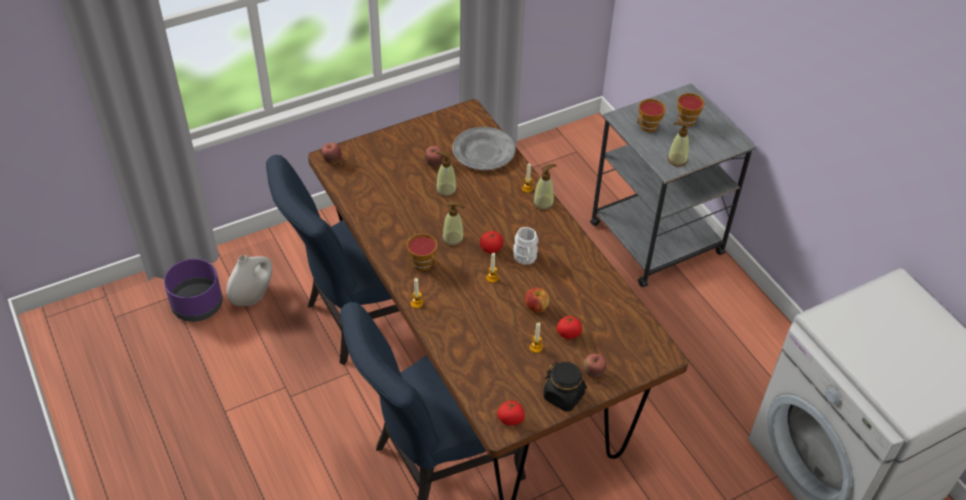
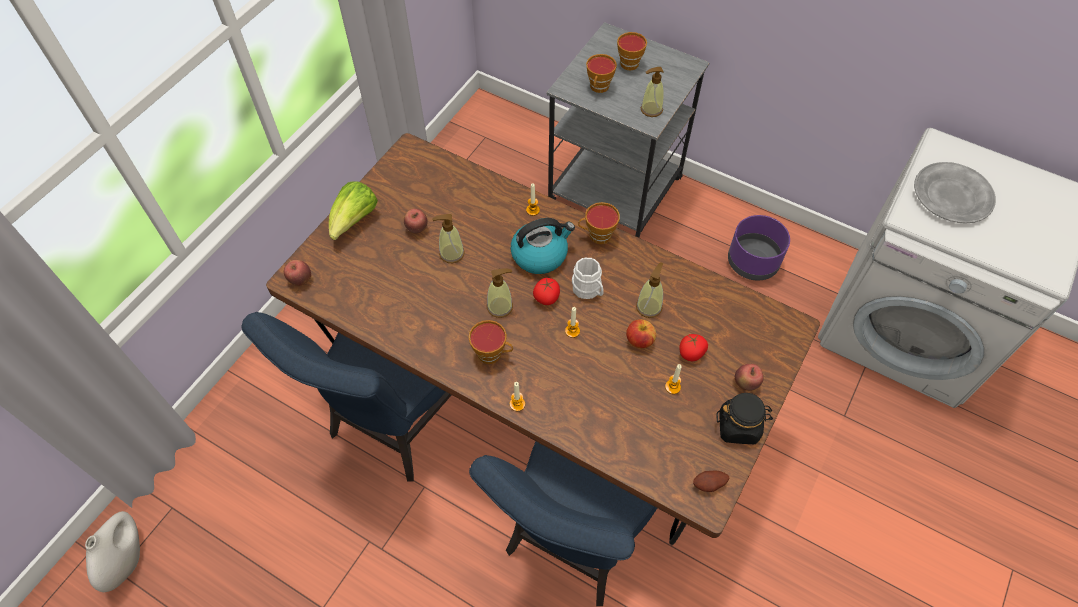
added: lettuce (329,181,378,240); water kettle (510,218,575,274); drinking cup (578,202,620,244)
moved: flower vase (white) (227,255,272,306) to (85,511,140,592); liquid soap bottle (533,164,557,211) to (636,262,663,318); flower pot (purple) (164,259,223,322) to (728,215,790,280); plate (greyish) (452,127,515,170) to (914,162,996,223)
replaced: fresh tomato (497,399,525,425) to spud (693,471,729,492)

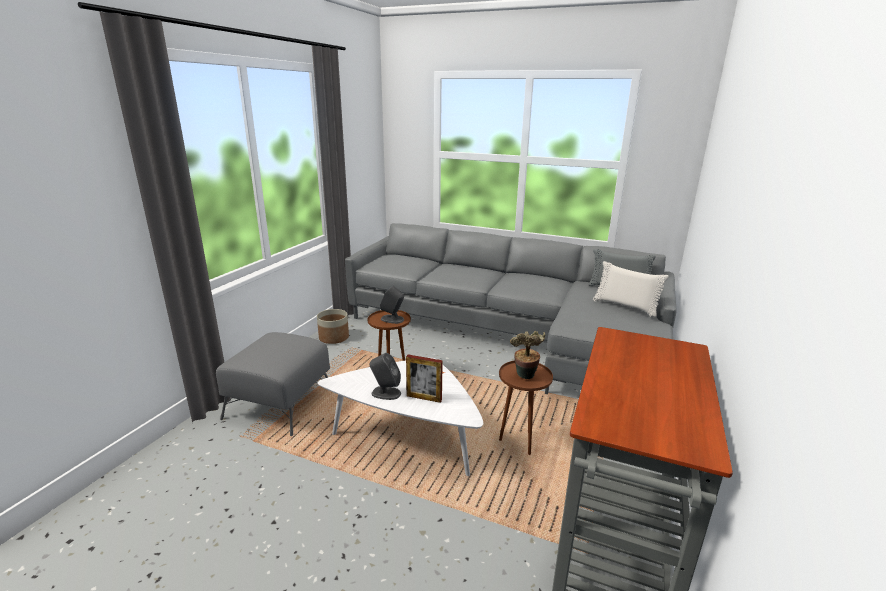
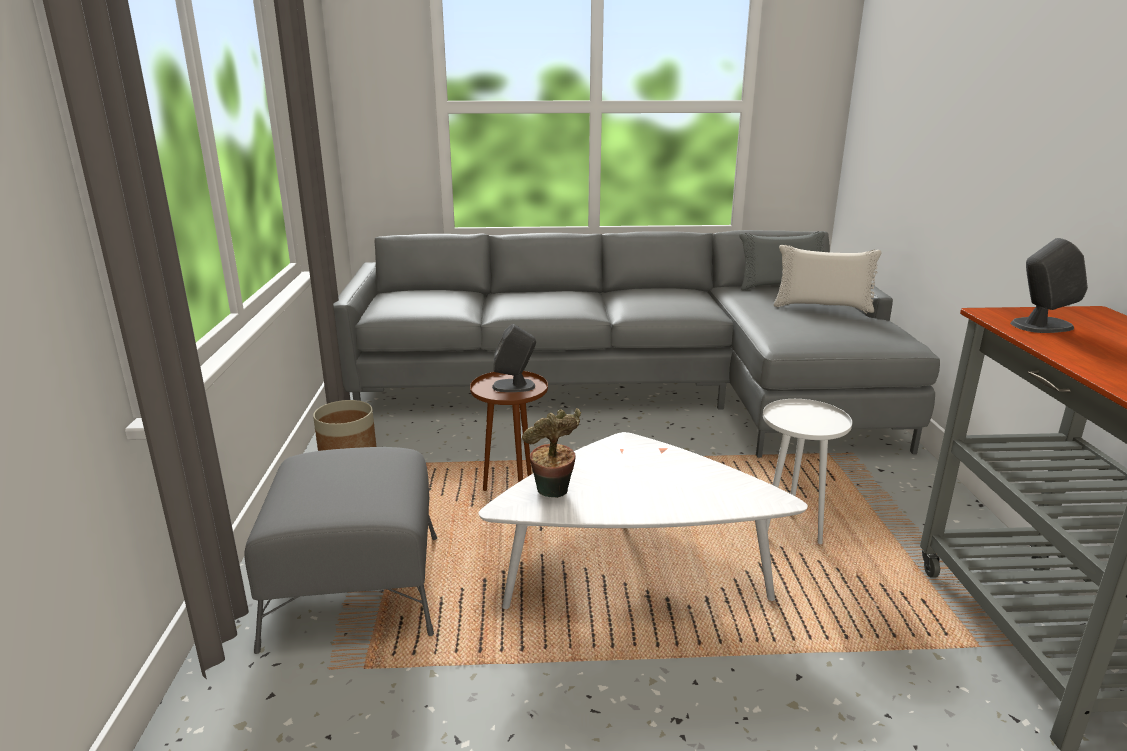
removed: picture frame (406,354,443,403)
moved: potted plant (510,331,546,379) to (522,408,581,498); audio speaker (greyish) (369,353,401,400) to (1010,238,1088,333)
recoloured: side table (brown) (499,361,553,455) to side table (white) (763,399,852,544)

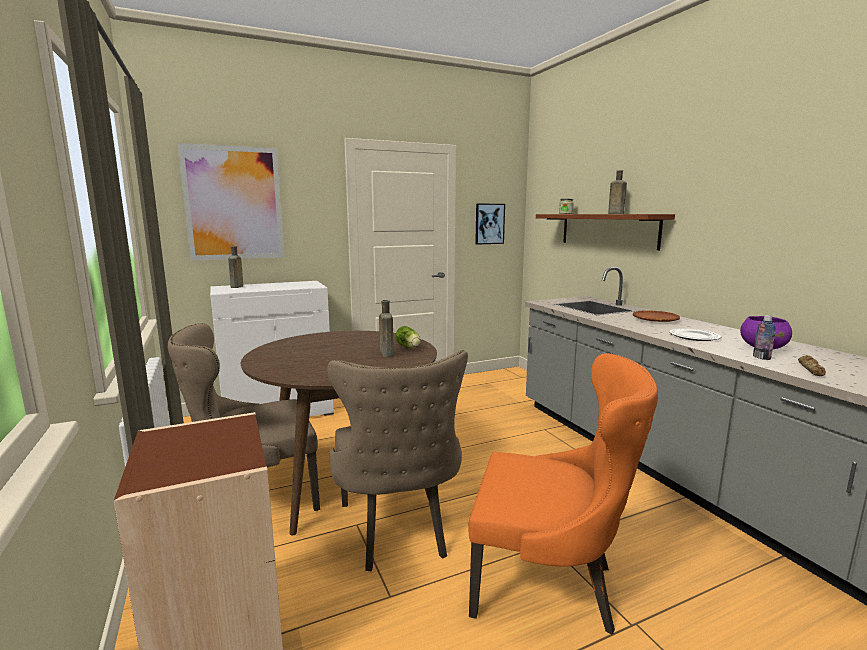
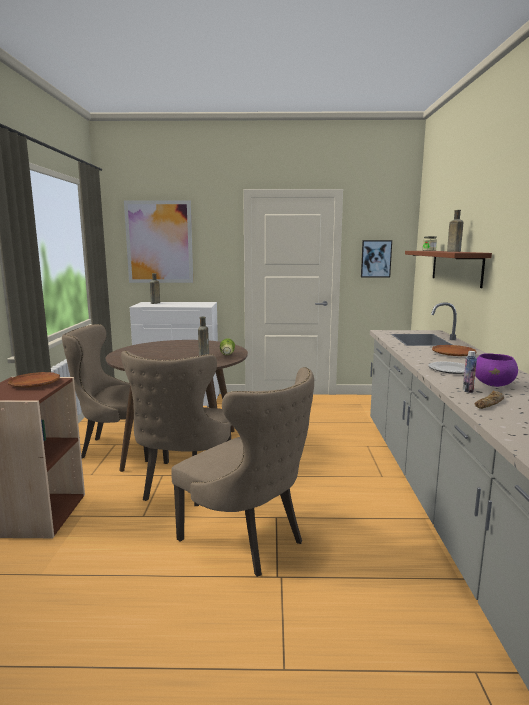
added: plate (brown) (8,372,60,388)
recoloured: upright chair (orangey) (468,353,658,635) to upright chair (beige-coloured) (171,367,314,577)

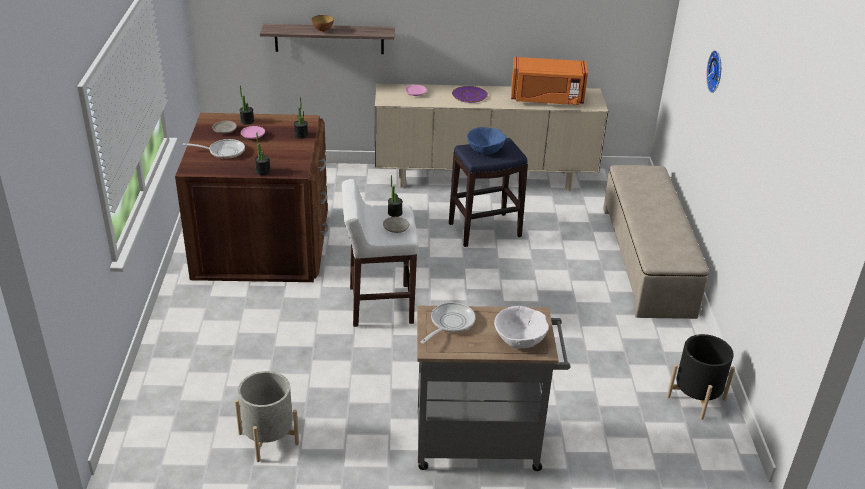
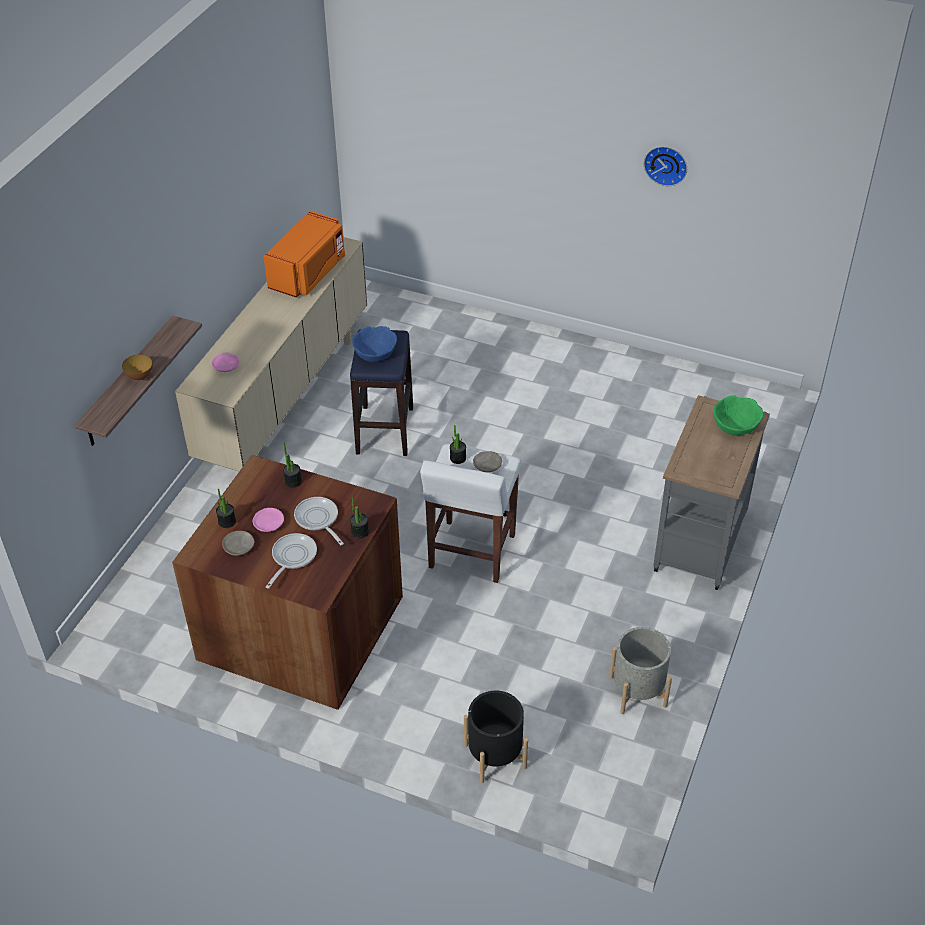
removed: plate (purple) (452,86,488,103); bench (beige-coloured) (603,165,709,319)
moved: frying pan (421,302,476,344) to (294,497,344,545); flower pot (black) (667,334,735,420) to (464,691,528,783); clock on the wall (706,50,721,93) to (644,146,687,186)
recoloured: deep dish (white) (494,306,549,349) to deep dish (greenish) (714,395,763,435)

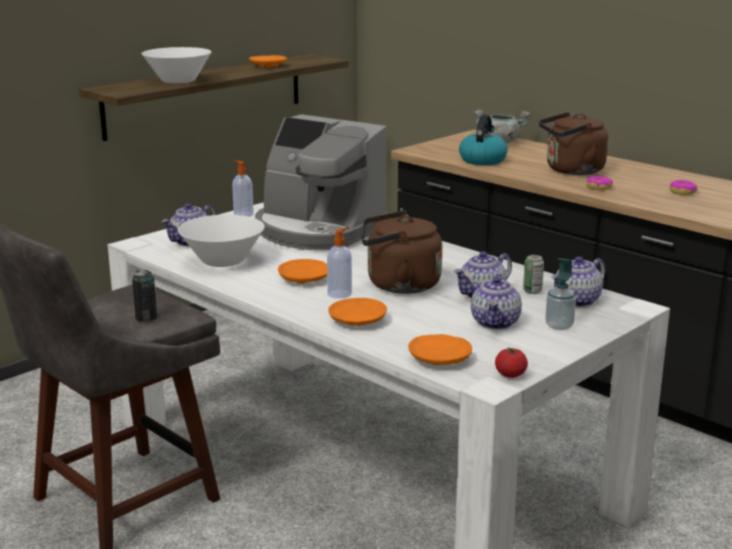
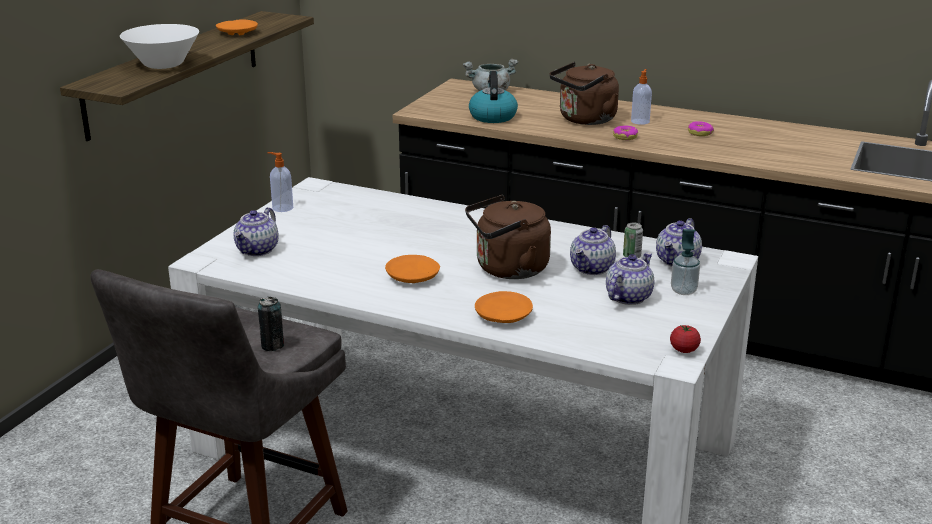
removed: deep dish (white) (178,215,265,267); coffee brewer (255,114,388,250); plate (orangey) (408,334,472,365)
moved: liquid soap bottle (327,227,352,299) to (631,69,652,125)
turned: pot for tea (471,274,522,329) = (606,252,654,305) 135 degrees counterclockwise

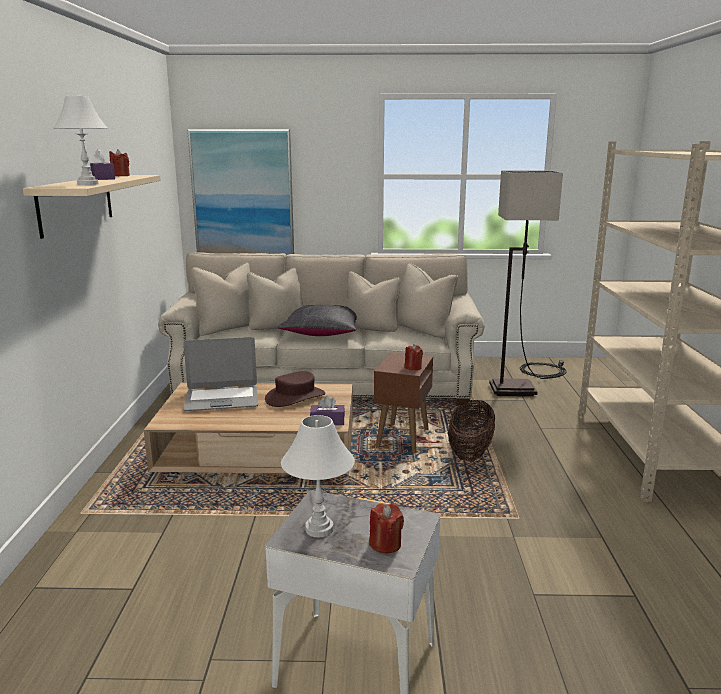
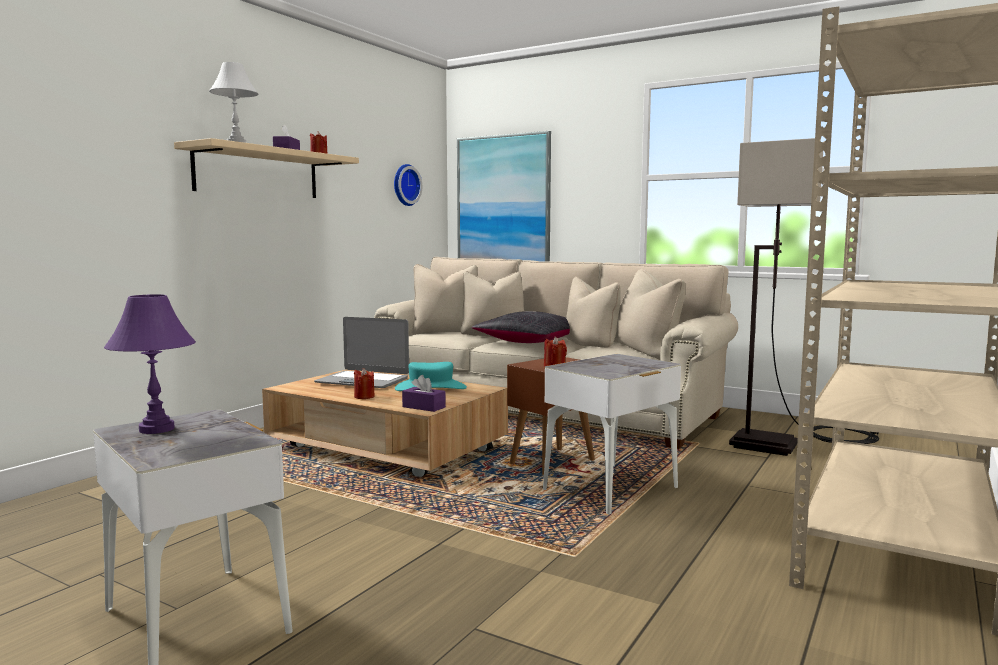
added: clock on the wall (394,164,422,206)
moved: wax light (reddish) (369,503,404,553) to (354,368,375,399)
replaced: storage basket (448,400,495,461) to side table (543,354,681,514)
recoloured: table lamp (white) (281,415,355,538) to table lamp (purple) (104,294,196,434); clothing hat (brown) (265,371,325,407) to clothing hat (turquoise-coloured) (395,362,467,391)

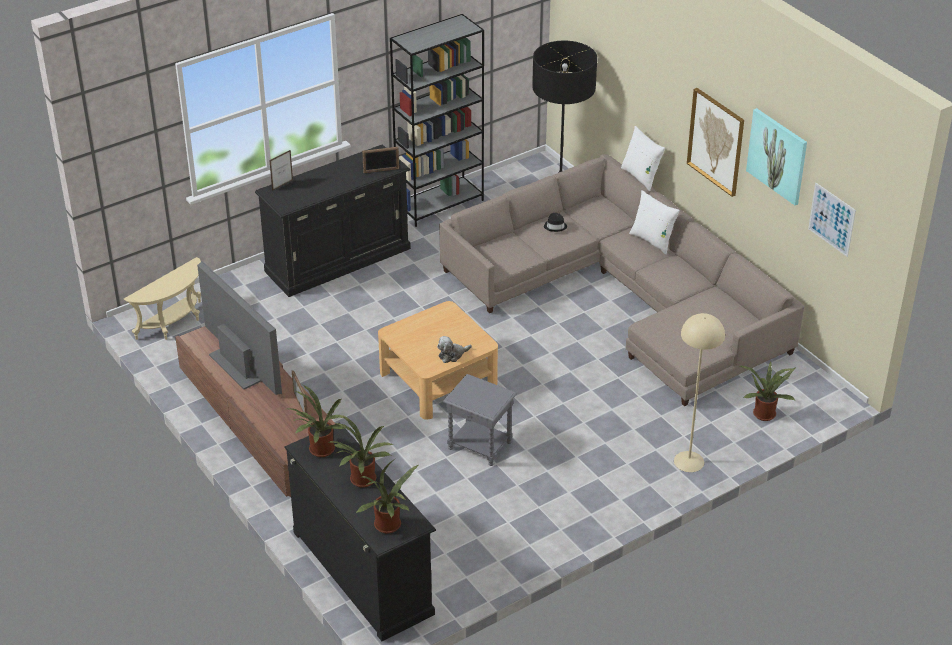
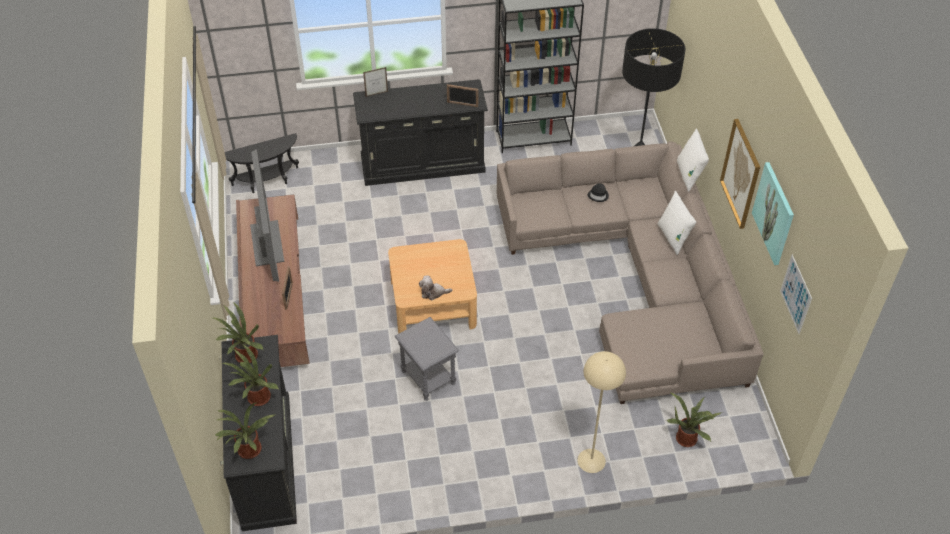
recoloured: side table (beige-coloured) (124,257,201,340) to side table (black) (225,133,299,193)

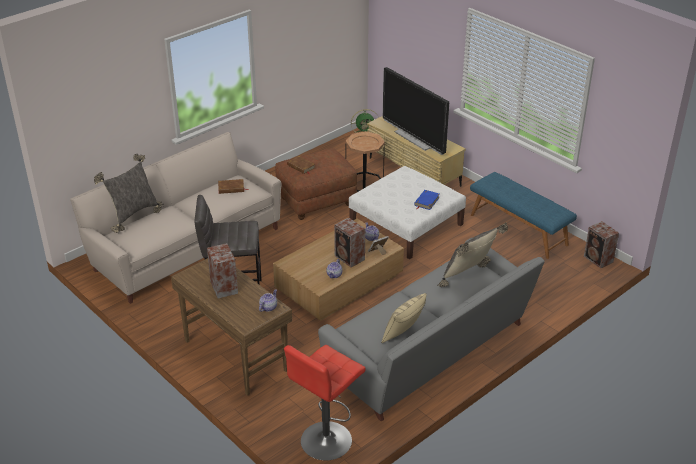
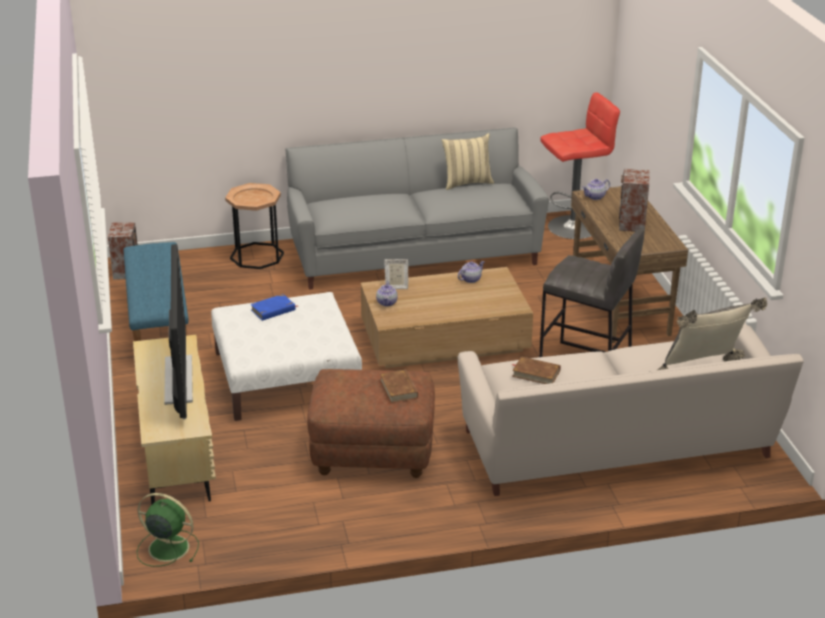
removed: audio speaker (334,217,365,267); cushion (437,222,508,287)
moved: side table (brown) (346,131,385,192) to (225,183,284,269)

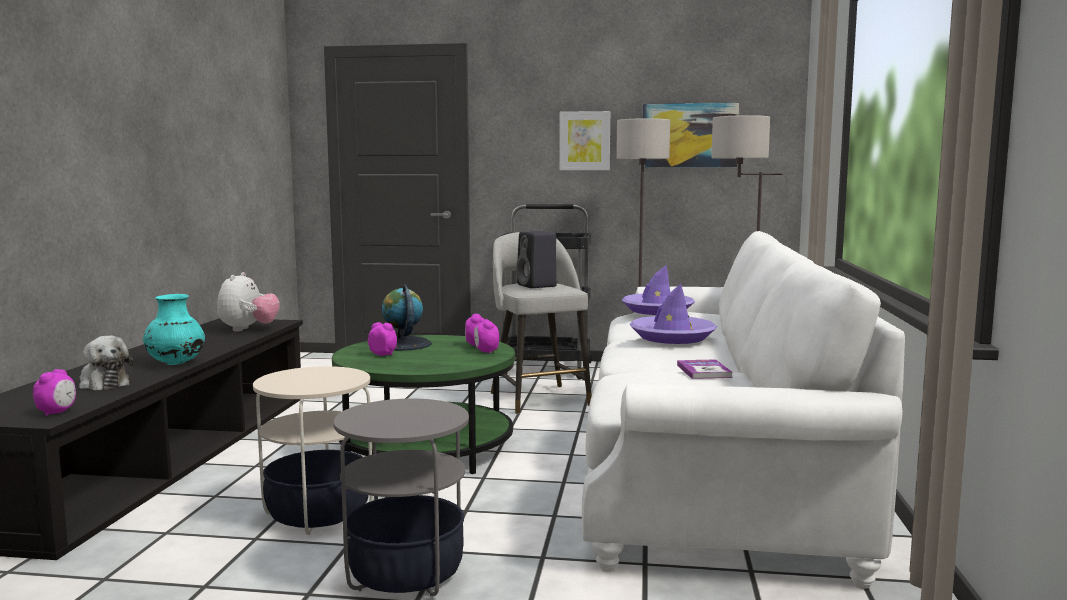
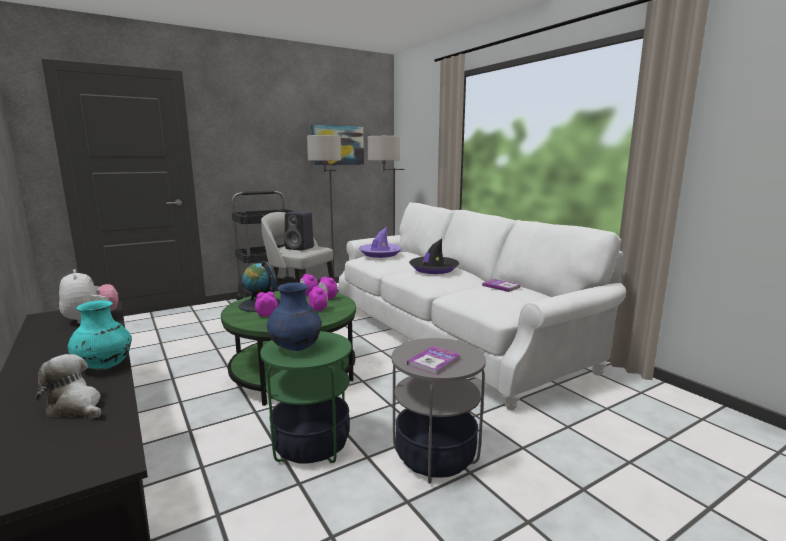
removed: wall art (559,111,610,170)
added: flower vase (blue-coloured) (267,283,322,351); volume (407,346,461,375)
moved: bedside clock (33,369,76,416) to (308,286,328,311)
recoloured: side table (beige-coloured) (253,366,373,535) to side table (greenish) (260,331,352,464); clothing hat (purple) (630,284,717,344) to clothing hat (black) (409,238,460,274)
turned: soft toy (79,336,133,390) = (36,354,101,419) 150 degrees counterclockwise

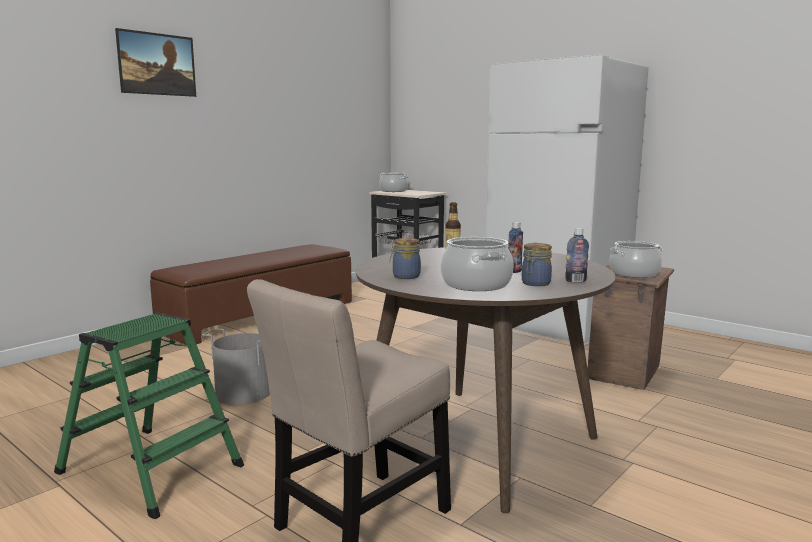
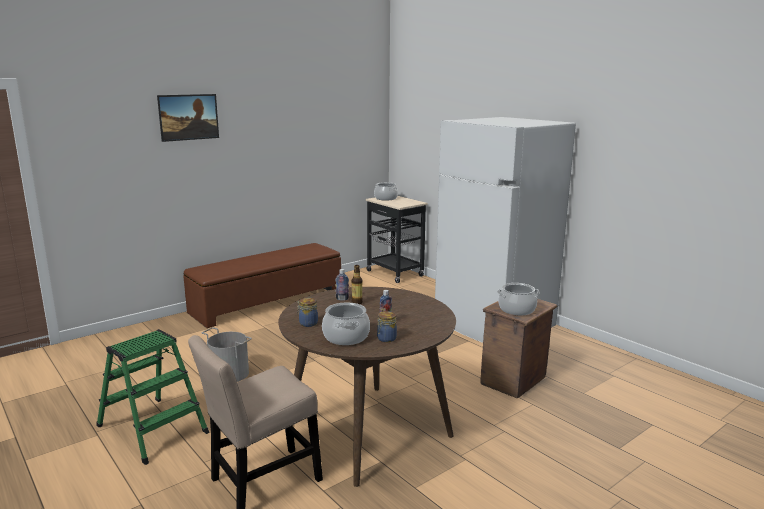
moved: bottle (565,228,589,282) to (335,269,349,300)

